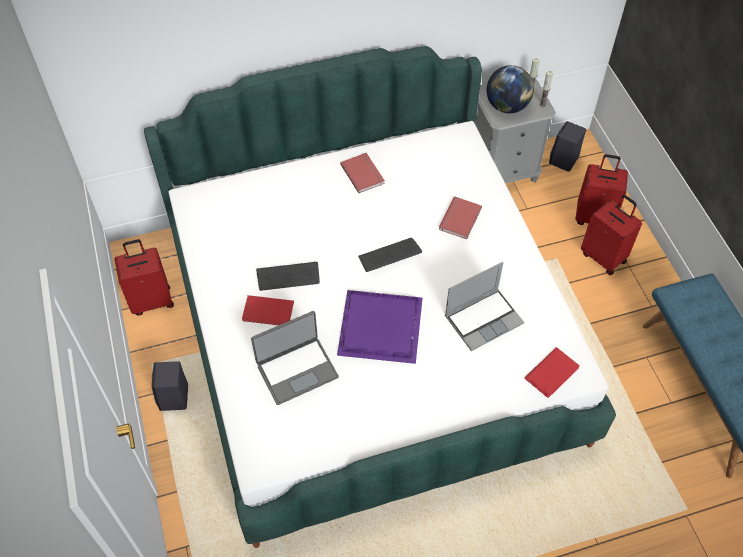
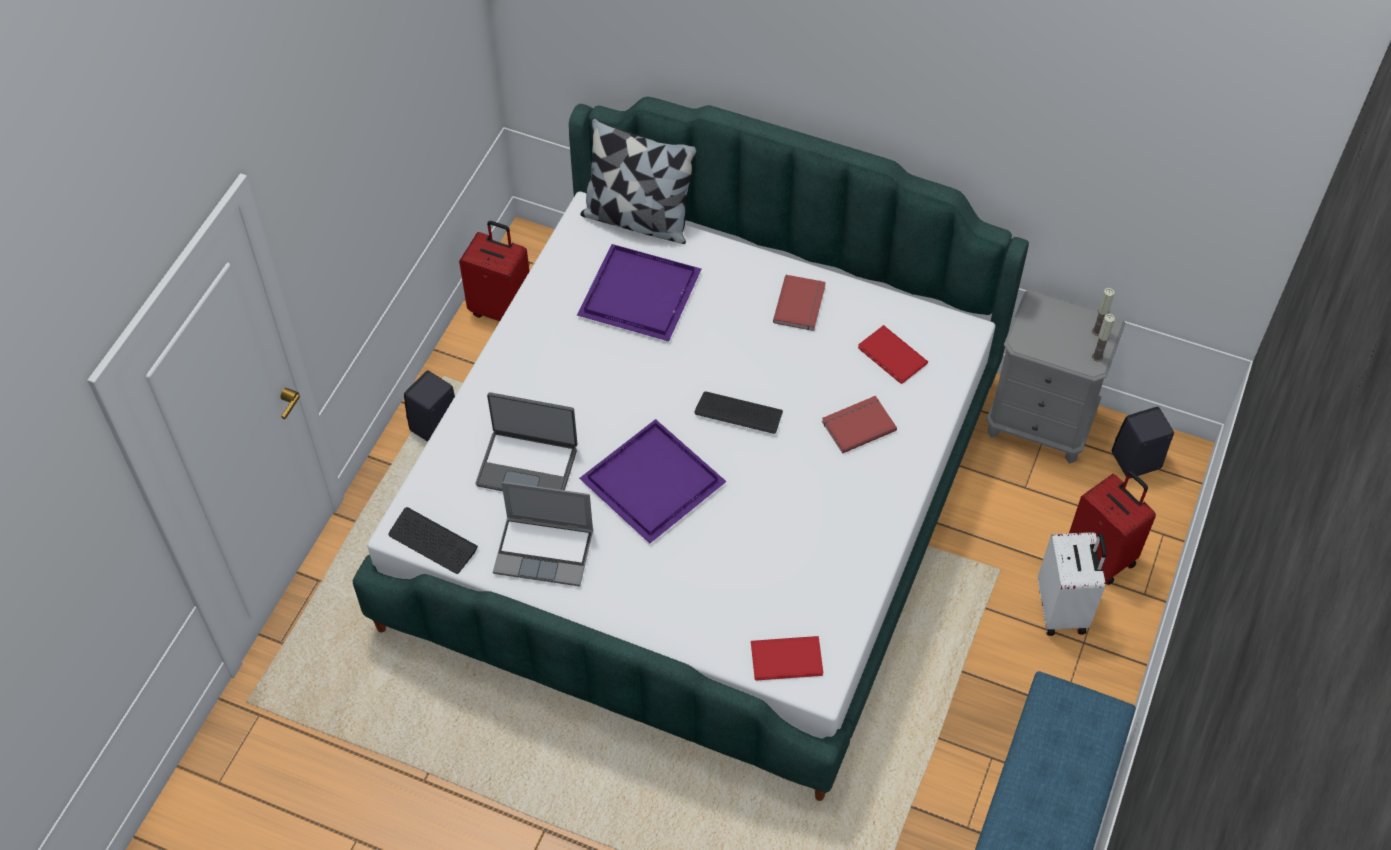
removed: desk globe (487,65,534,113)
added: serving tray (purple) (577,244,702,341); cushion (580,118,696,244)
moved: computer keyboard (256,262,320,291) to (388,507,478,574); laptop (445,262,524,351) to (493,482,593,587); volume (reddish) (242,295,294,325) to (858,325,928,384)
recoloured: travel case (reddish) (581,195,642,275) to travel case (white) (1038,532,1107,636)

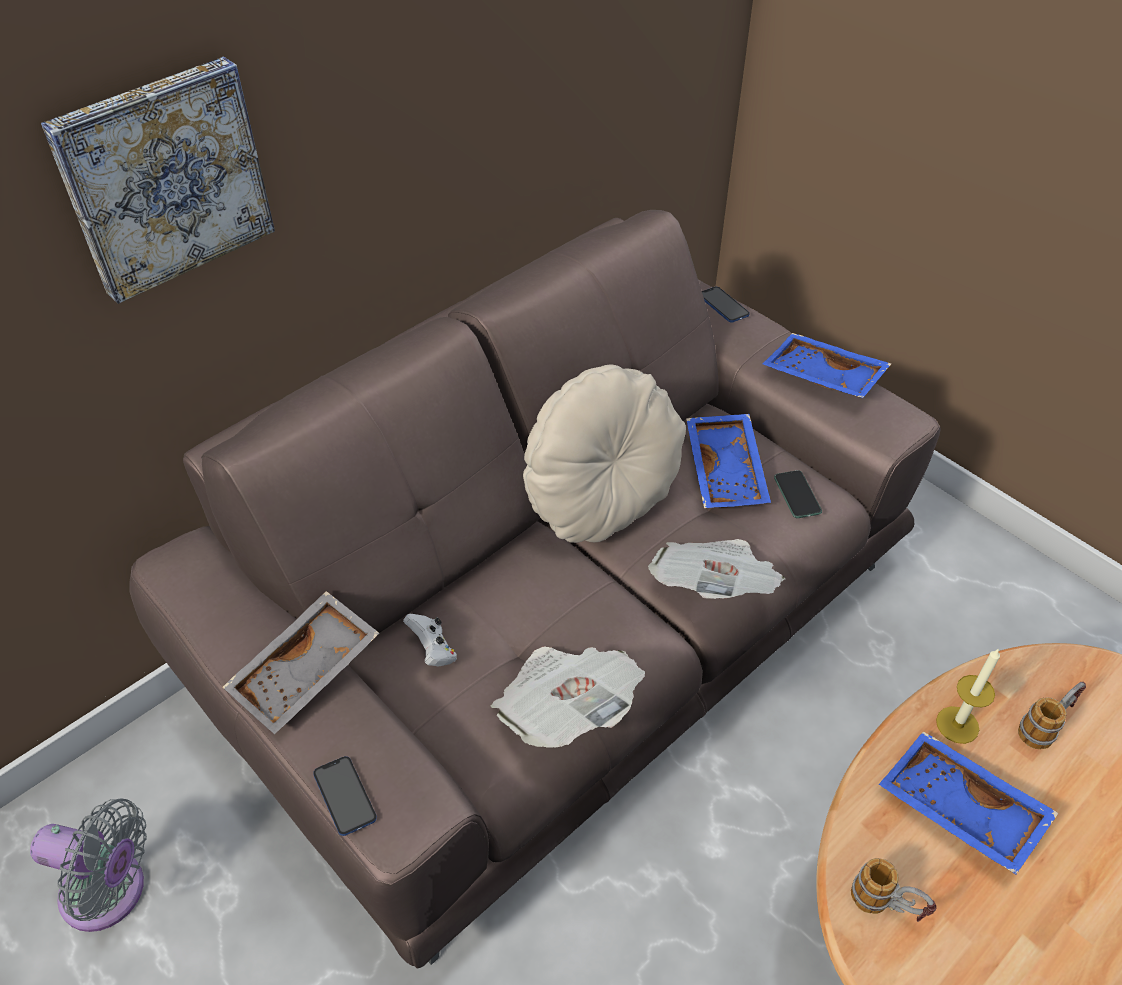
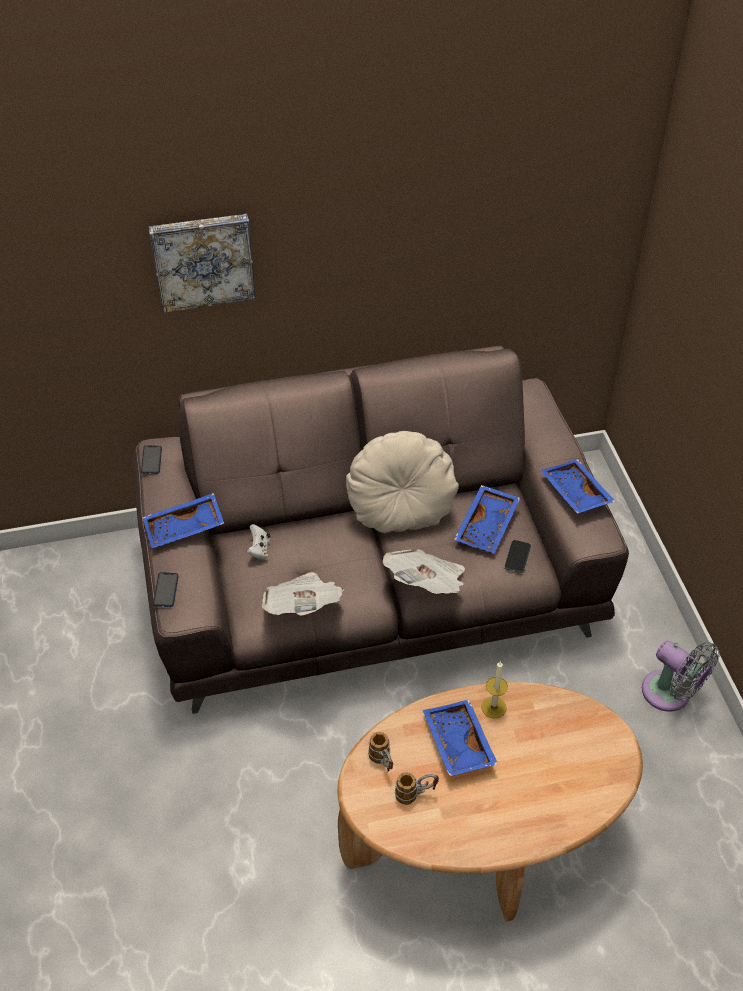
moved: handset (702,287,750,322) to (141,445,162,474); coffee mug (1018,682,1086,749) to (395,772,439,805); fan (greyish) (30,798,147,932) to (642,641,719,712)
recoloured: serving tray (greyish) (223,591,379,735) to serving tray (blue-coloured) (143,493,224,549)

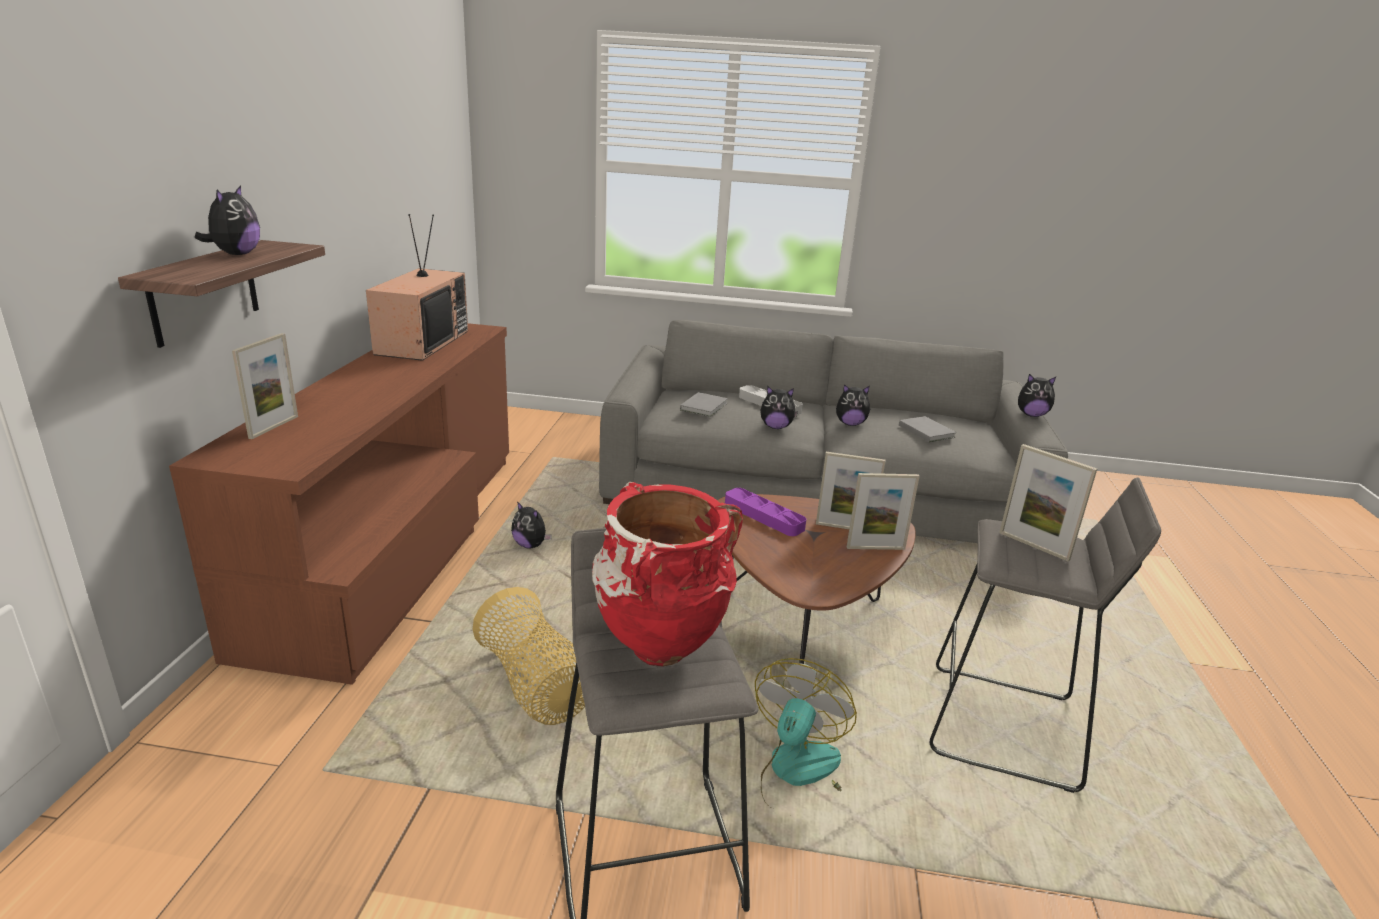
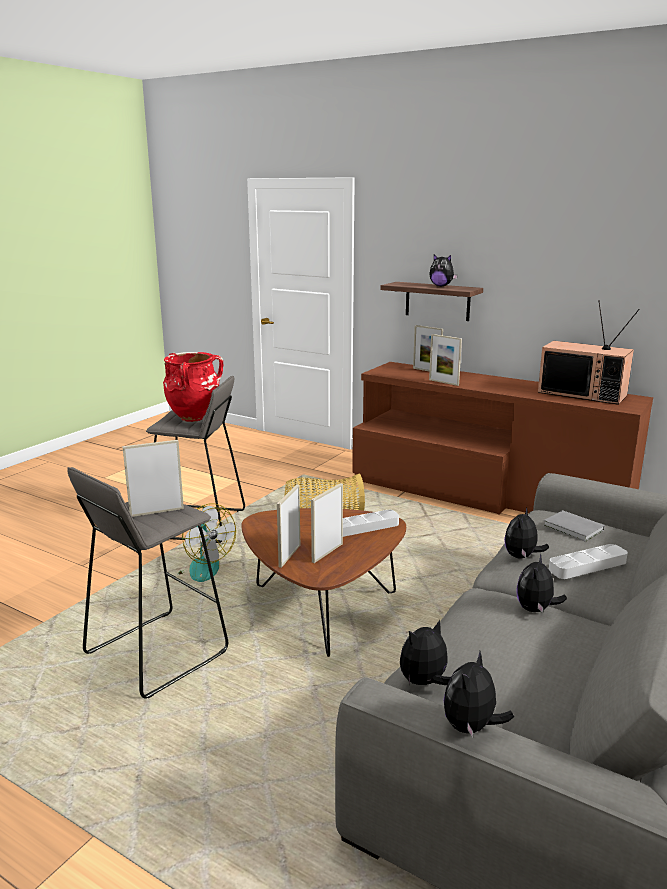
removed: volume (greyish) (899,416,957,442)
added: picture frame (429,334,462,386)
moved: soft toy (511,501,552,549) to (400,620,451,686)
recoloured: serving tray (purple) (725,488,806,536) to serving tray (greyish) (343,510,399,537)

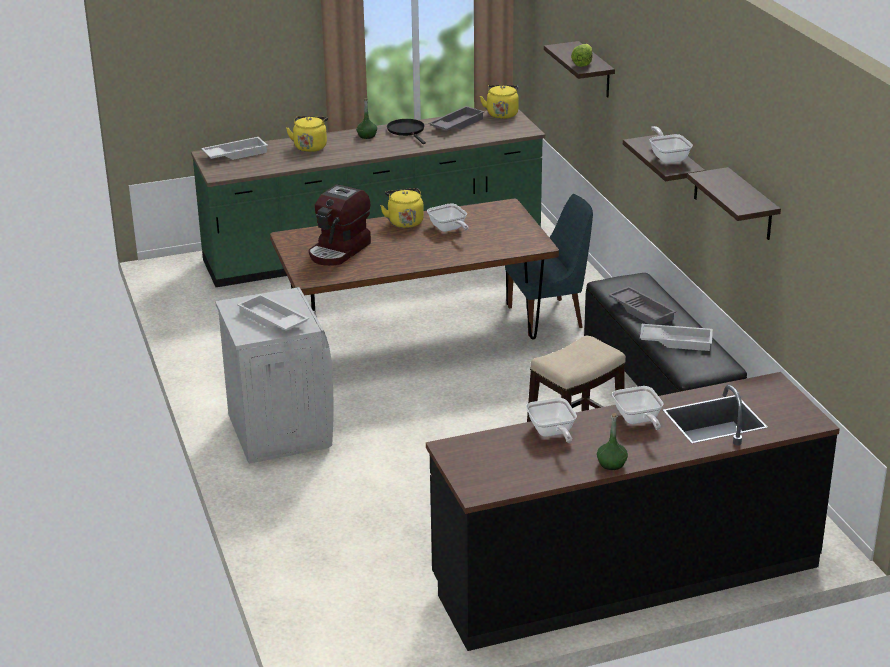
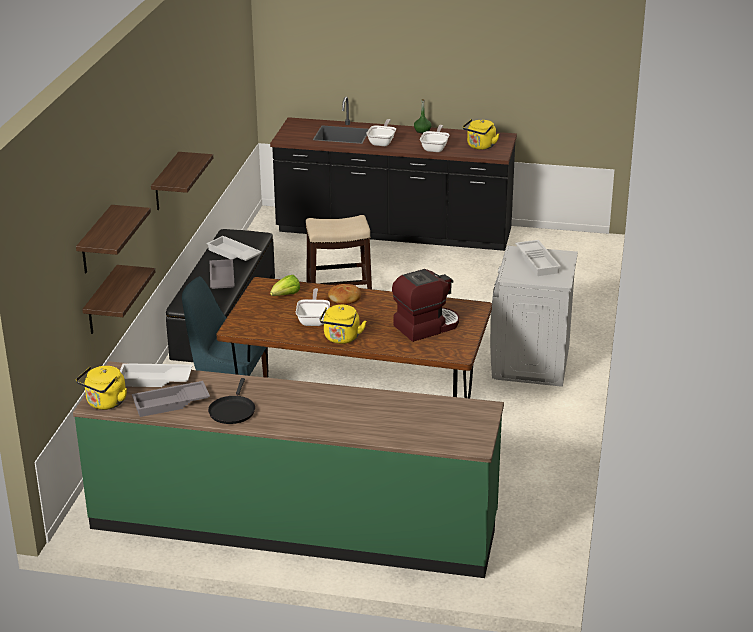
removed: bottle (greenish) (357,99,377,139); frying pan (649,126,693,163)
added: baked bread (328,284,361,304)
moved: shelf (687,167,781,240) to (82,265,155,334); serving tray (white) (201,137,268,160) to (120,363,193,387); lettuce (571,44,592,67) to (270,275,300,296); water kettle (yellow-coloured) (286,116,328,152) to (463,119,499,150)

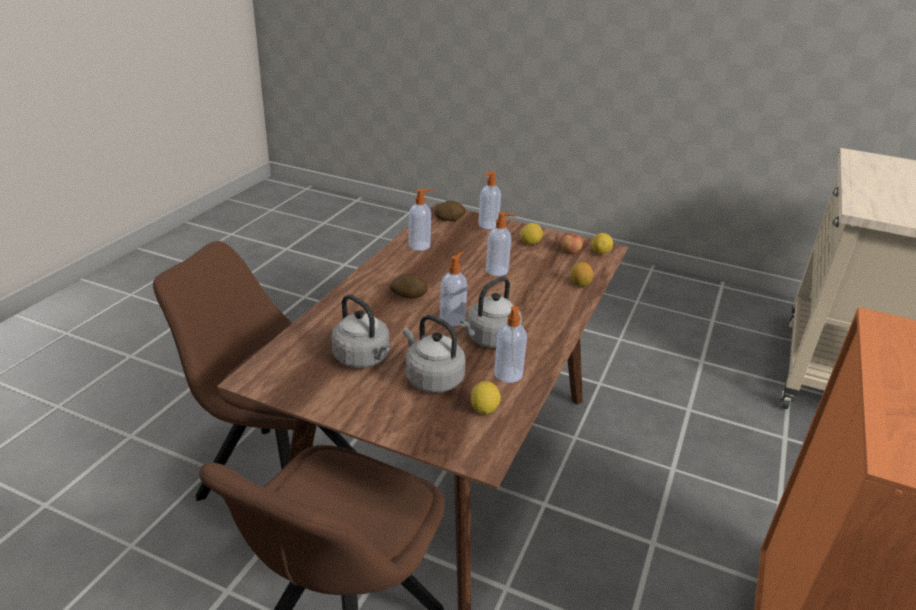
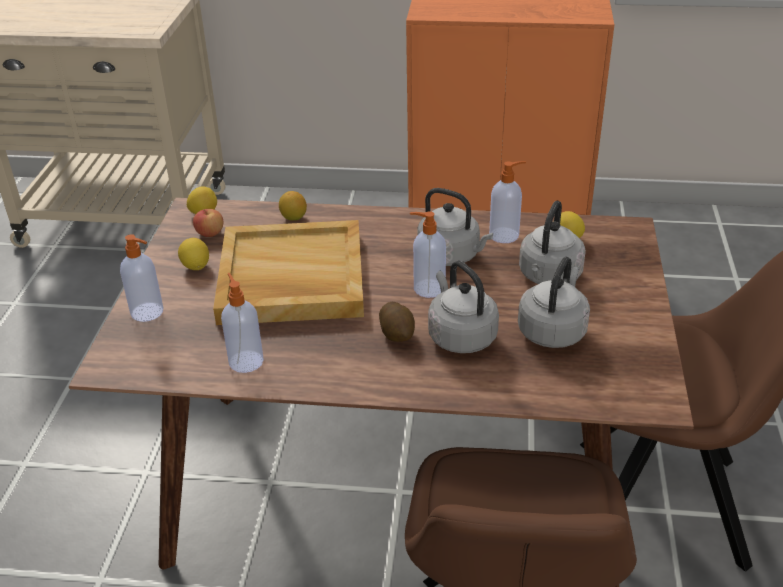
removed: spud (435,201,466,221)
added: water kettle (greyish) (428,261,499,353)
replaced: liquid soap bottle (486,212,516,276) to serving tray (beige-coloured) (213,220,364,325)

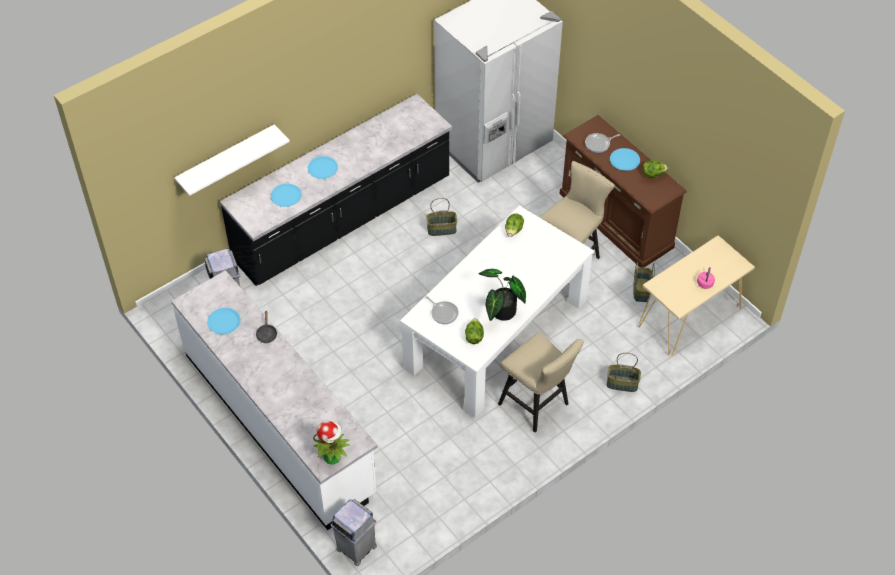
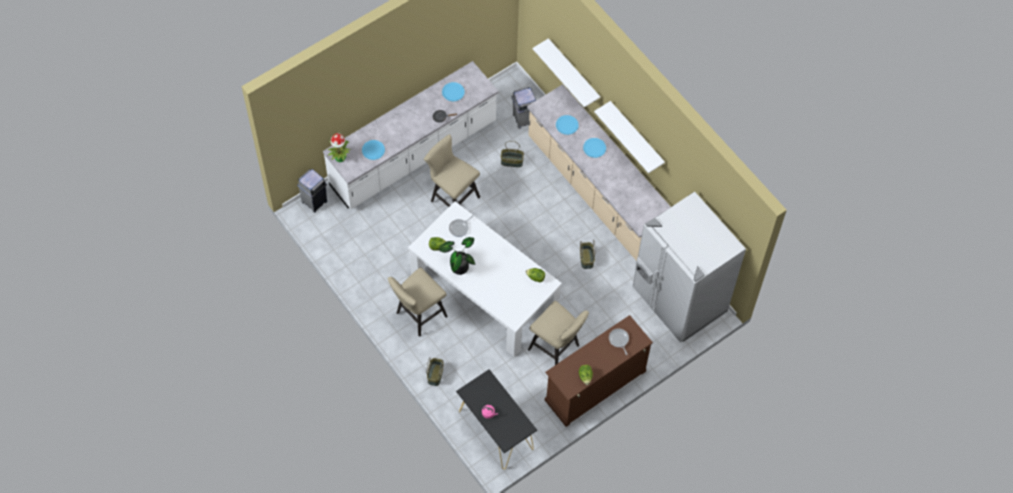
added: sitting stool (beige-coloured) (424,134,480,207); shelf (white) (594,101,665,173)
moved: plate (blue-coloured) (610,148,640,171) to (362,140,385,160); storage basket (633,262,655,302) to (501,141,524,167)
recoloured: hall table (beige-coloured) (639,235,755,356) to hall table (black) (456,369,537,469); counter (black) (220,94,452,286) to counter (beige-coloured) (527,84,671,261)

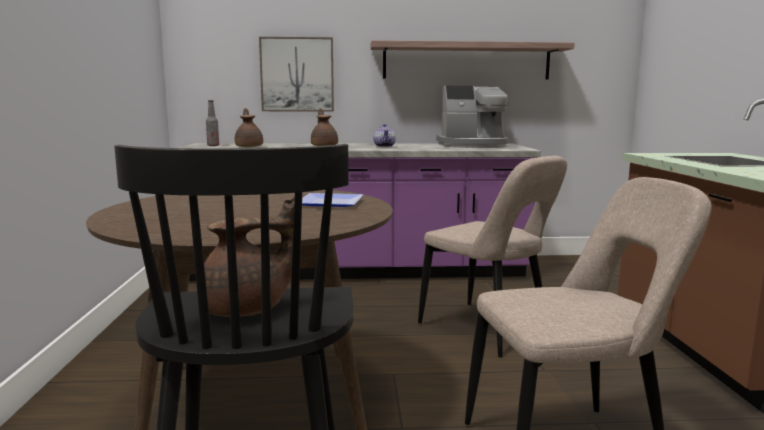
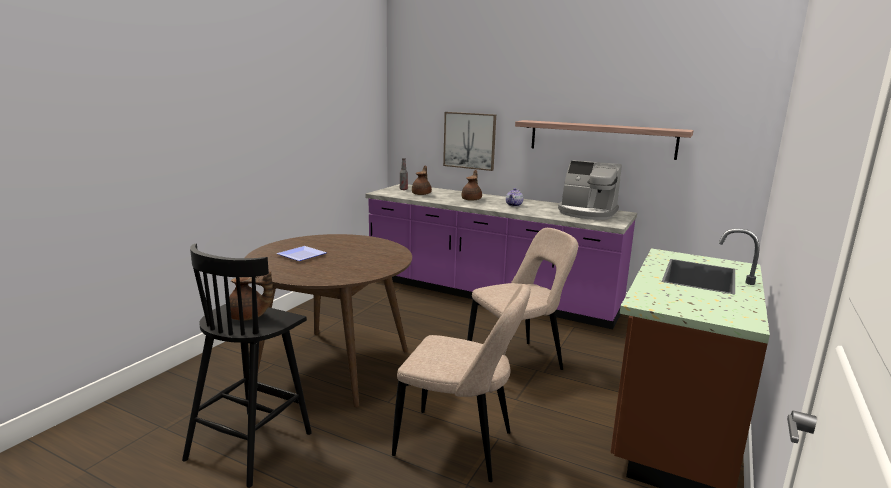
moved: plate (302,193,363,207) to (277,246,327,261)
turned: upright chair (beige-coloured) (418,156,567,357) = (467,228,578,370) 105 degrees counterclockwise

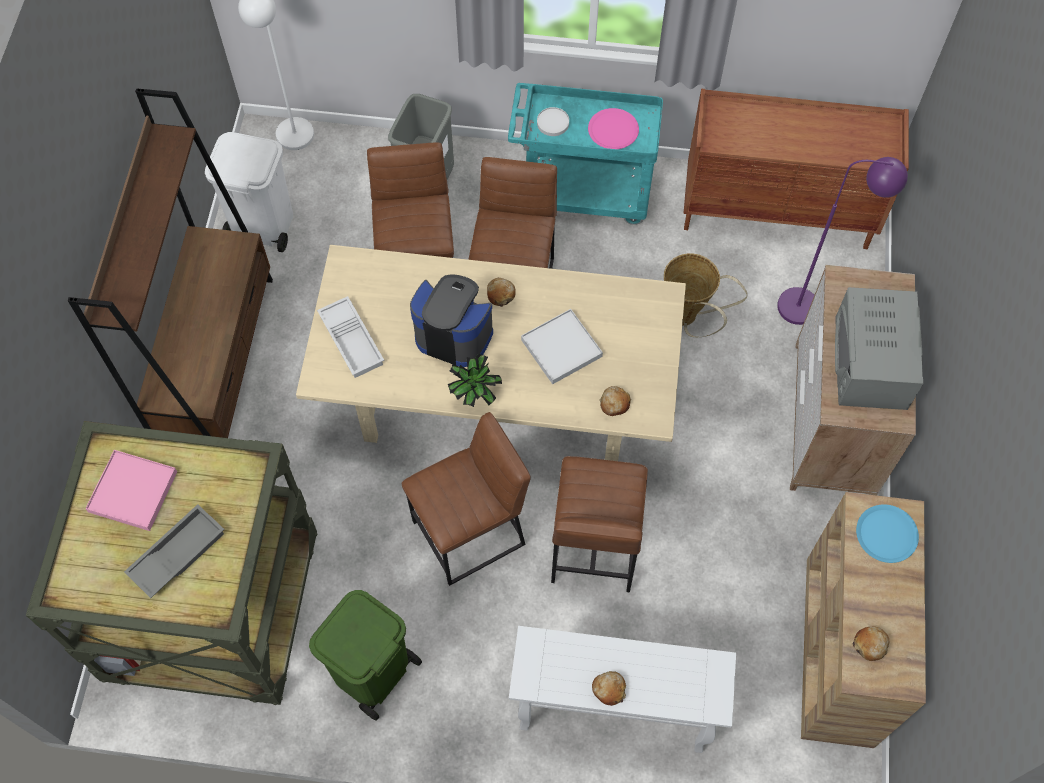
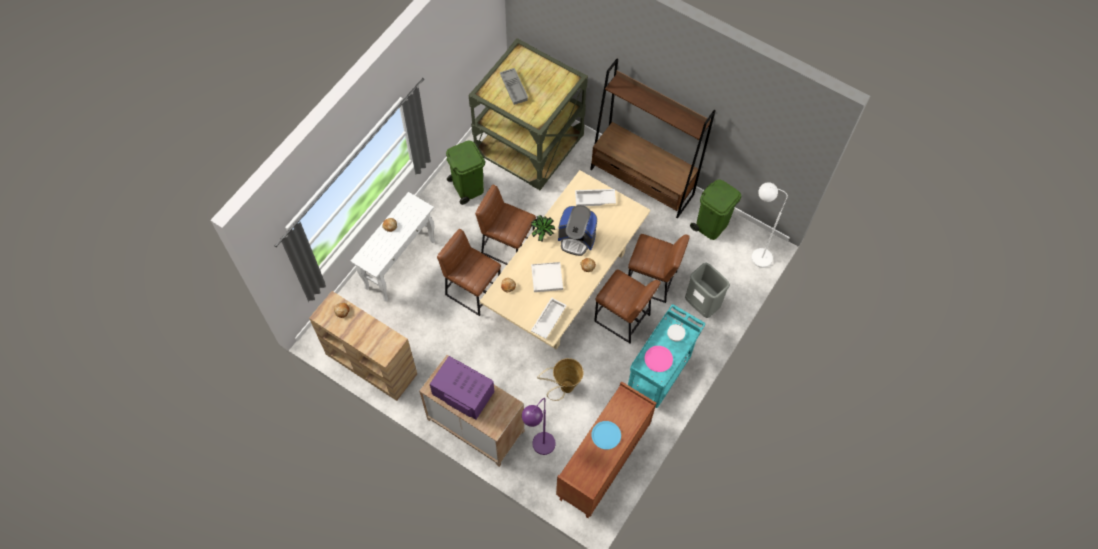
removed: serving tray (pink) (85,450,177,531)
added: serving tray (white) (531,297,567,339)
moved: plate (blue-coloured) (856,504,919,563) to (591,421,621,450)
recoloured: kitchen microwave (greyish) (835,287,923,410) to kitchen microwave (purple) (430,356,494,419); trash can (white) (205,132,293,252) to trash can (greenish) (690,179,741,240)
turned: upright chair (brown) (402,412,531,586) = (475,185,536,265) 120 degrees clockwise; coffee brewer (410,274,493,367) = (558,205,597,256) 60 degrees clockwise

